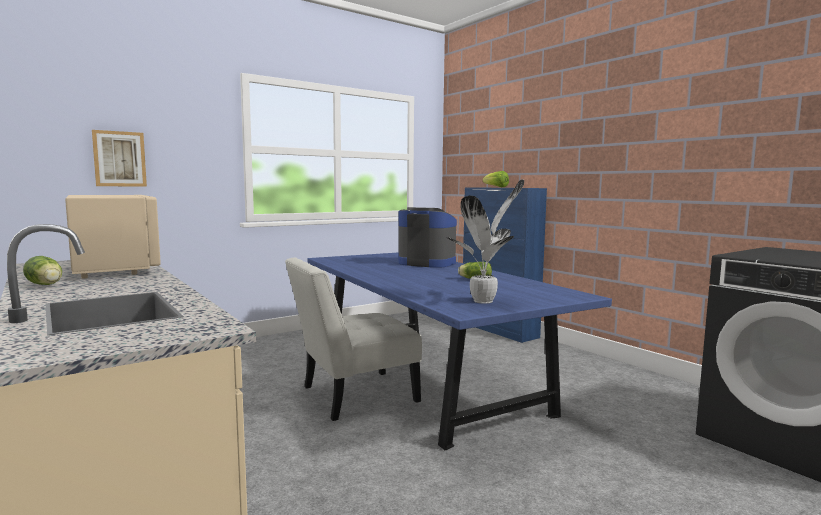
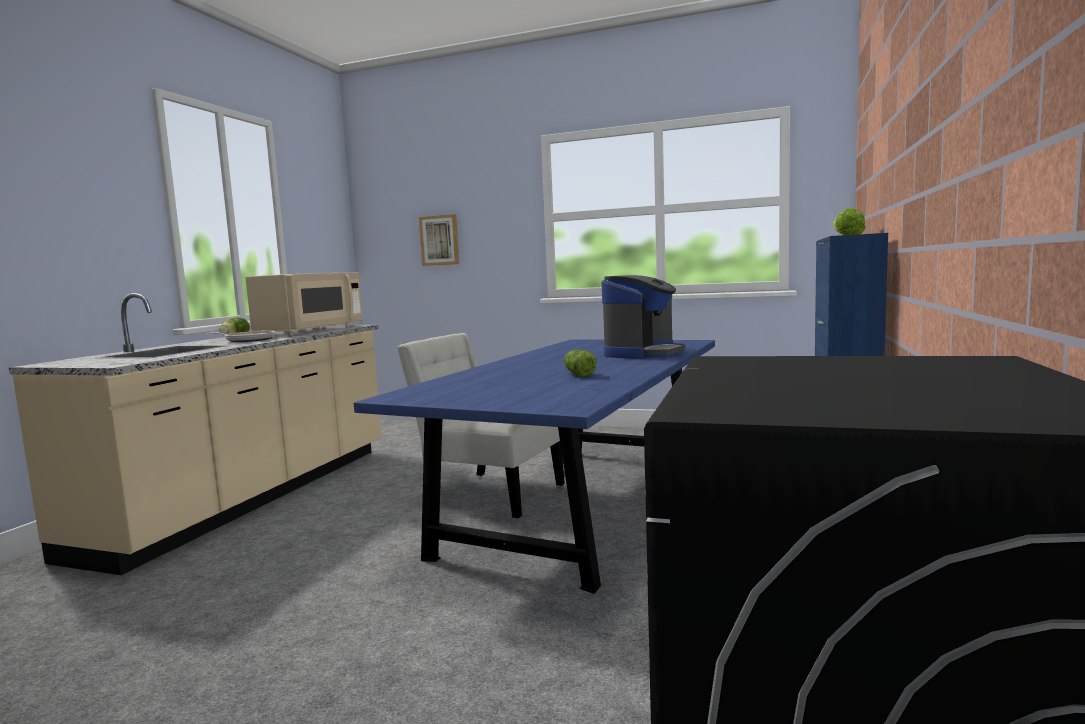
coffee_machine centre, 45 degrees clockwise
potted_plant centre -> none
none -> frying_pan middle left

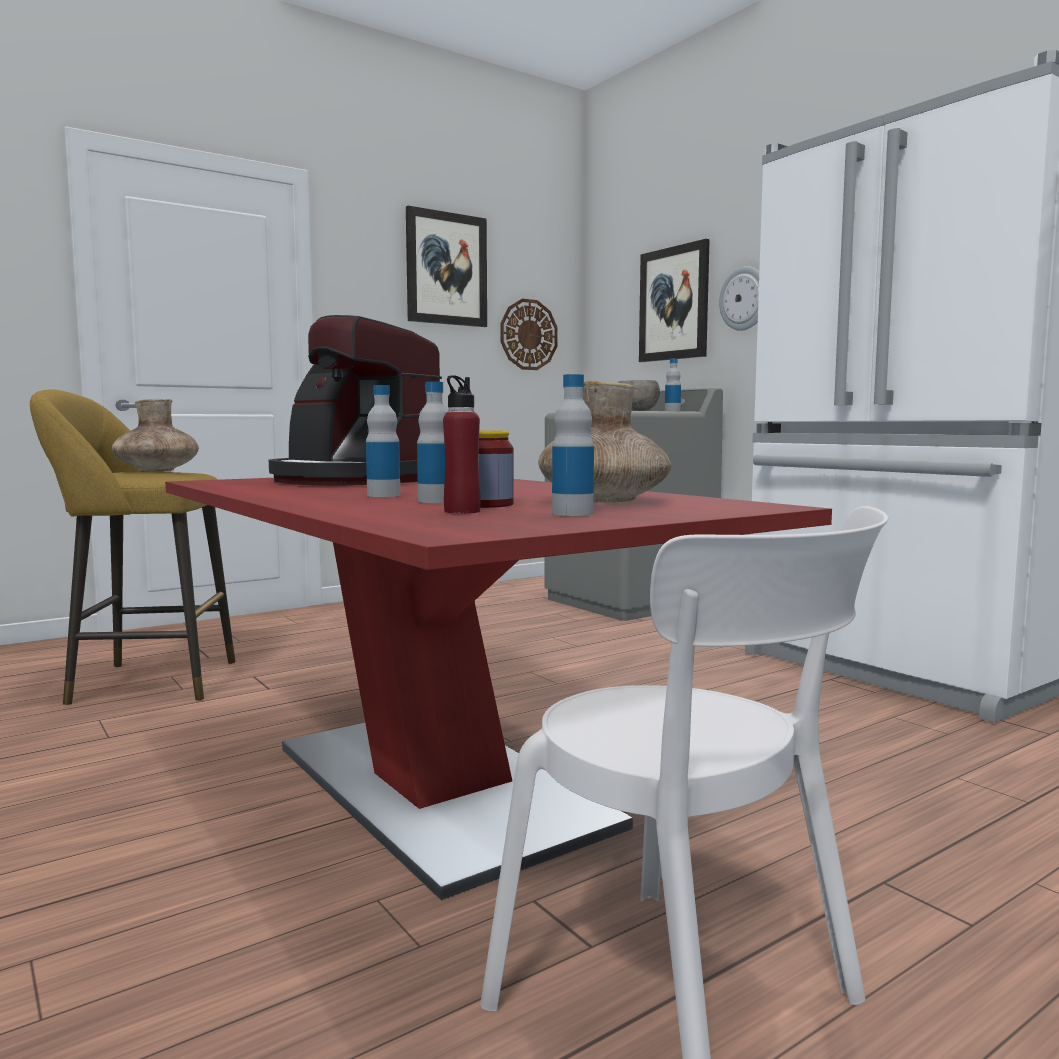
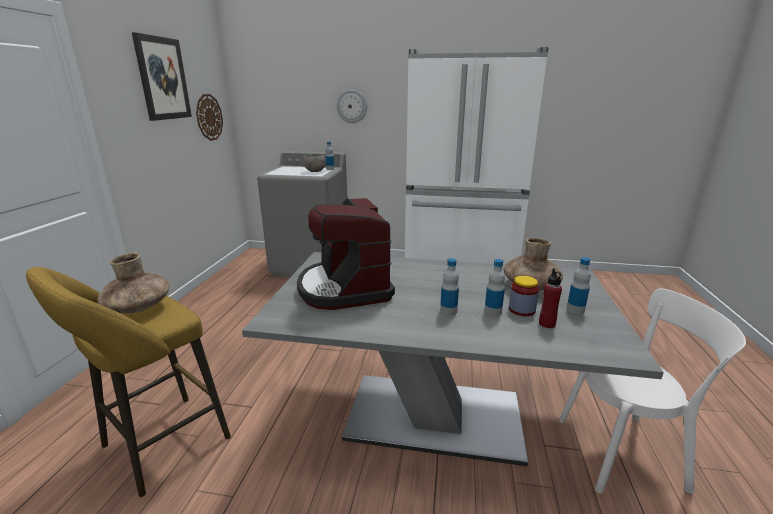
red_dining_table centre -> grey_dining_table bottom centre
coffee_machine centre, 75 degrees clockwise
picture (no. 2 from left) top centre -> none

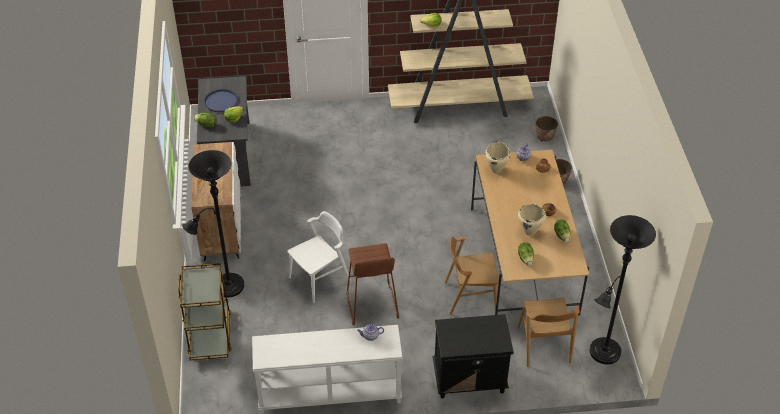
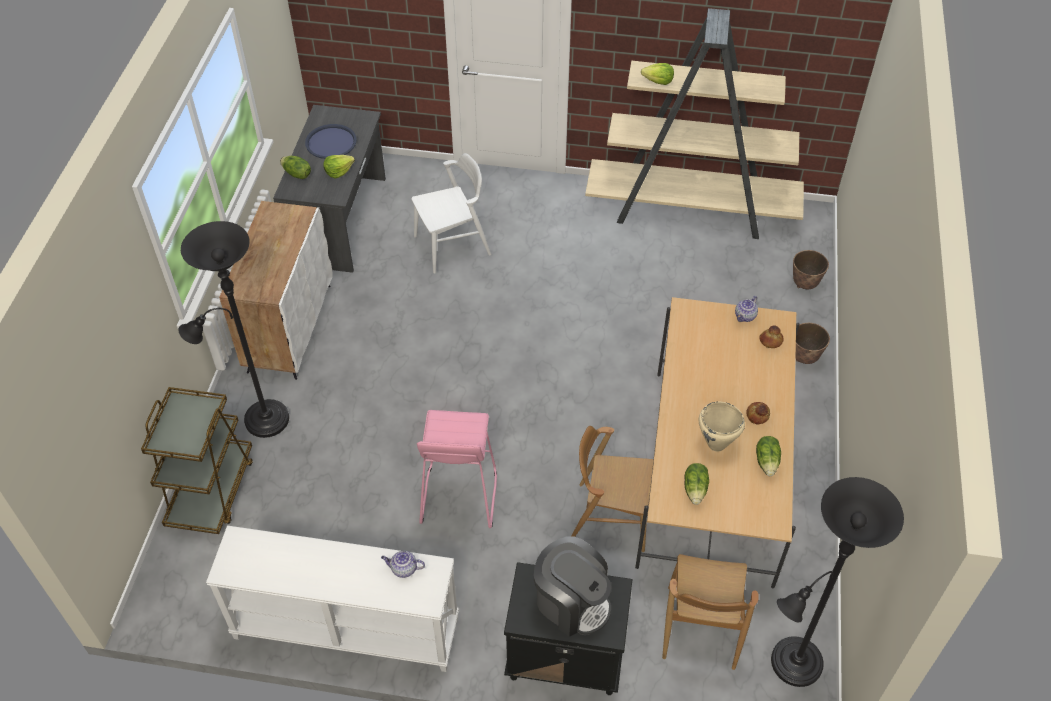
white_chair centre -> white_chair top centre, shifted
brown_stool bottom centre -> pink_stool bottom centre
beige_cooking_pot (no. 1 from left) centre -> none
none -> coffee_machine bottom centre

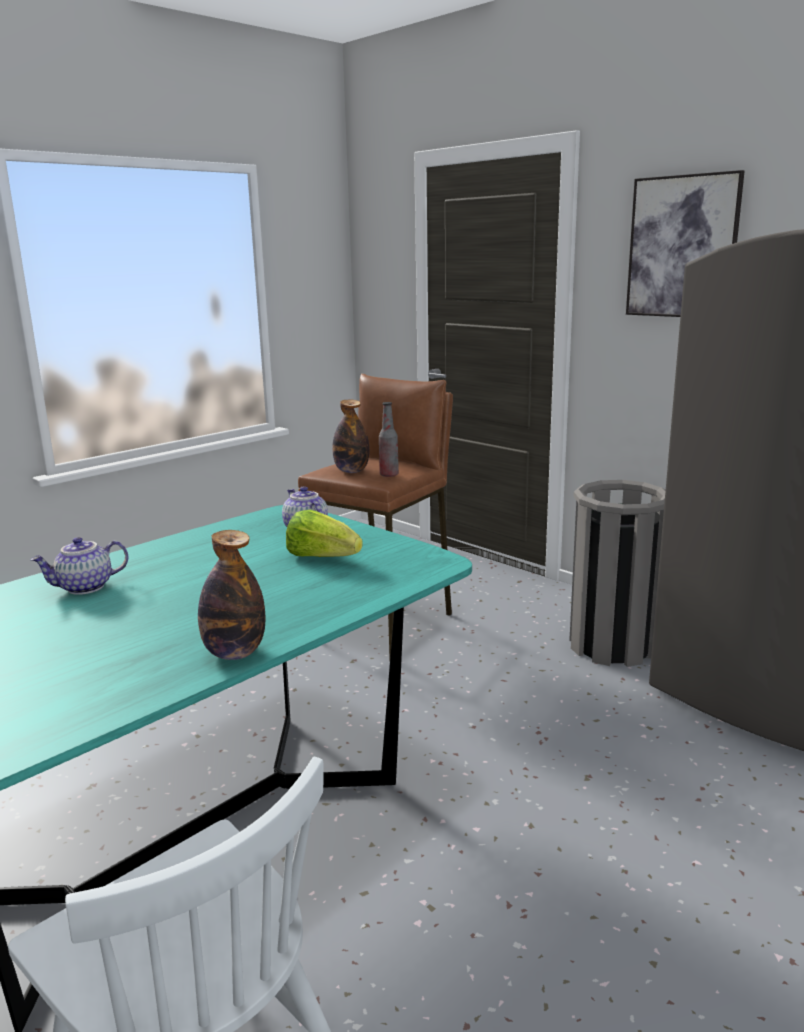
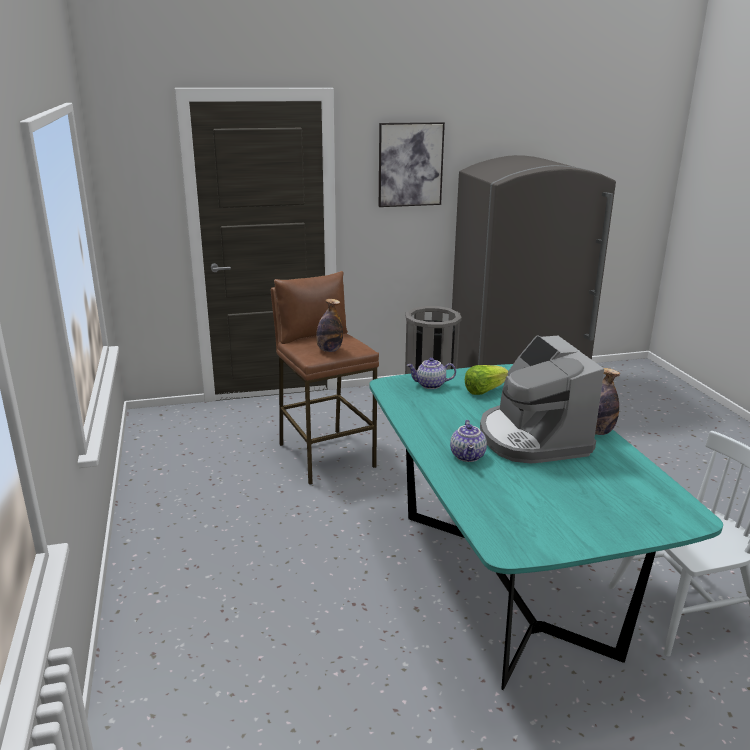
bottle (no. 3 from left) centre -> none
none -> coffee_machine middle right

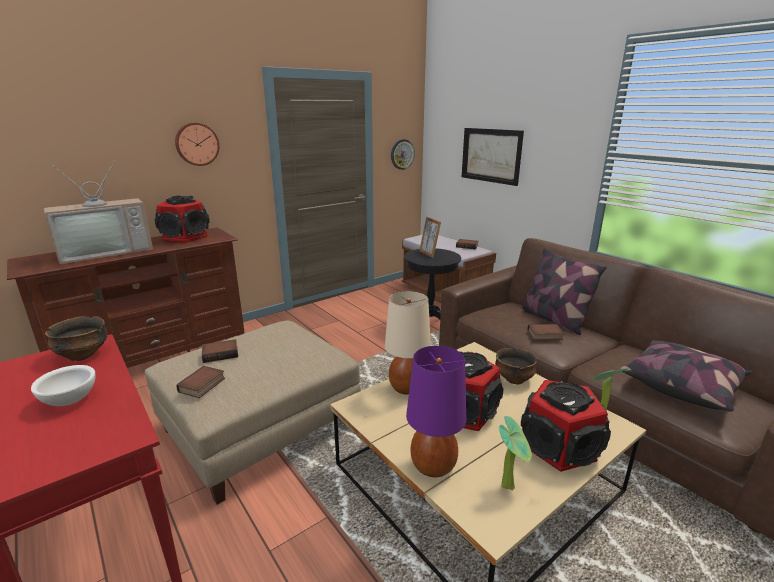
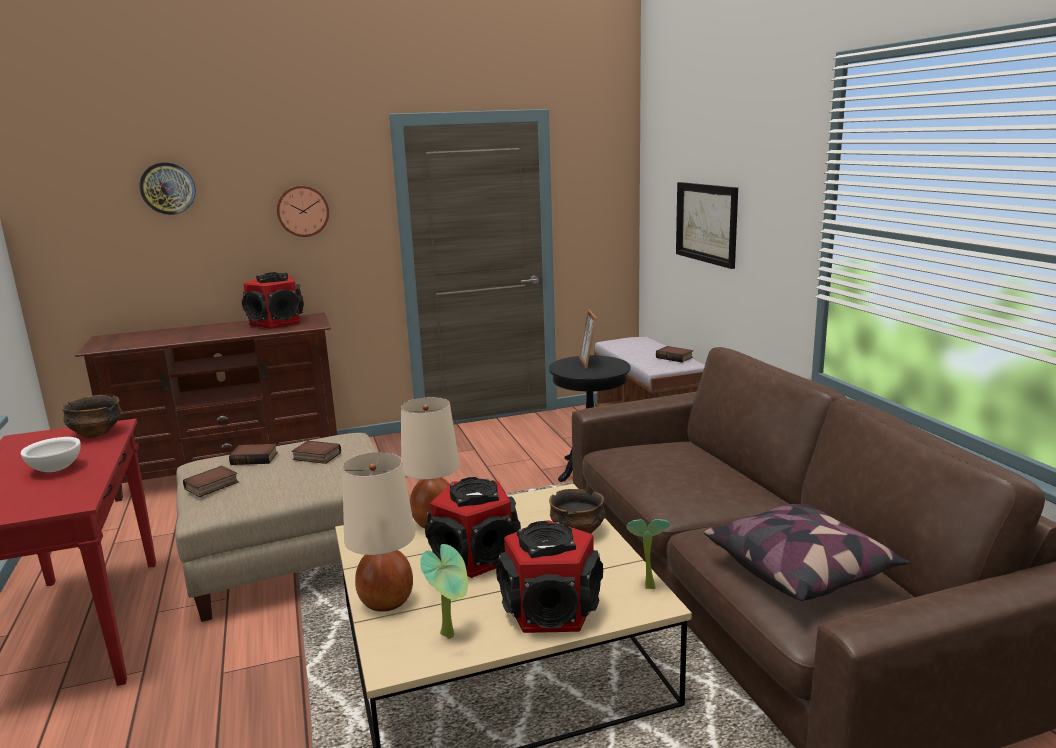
television middle left -> none
wall_clock (no. 2 from left in the first image) top centre -> wall_clock (no. 1 from left) top left, shifted
purple_table_lamp bottom centre -> beige_table_lamp (no. 1 from left) bottom centre
pillow (no. 1 from left) middle right -> none
book (no. 4 from left in the first image) middle right -> book (no. 3 from left) middle left, shifted

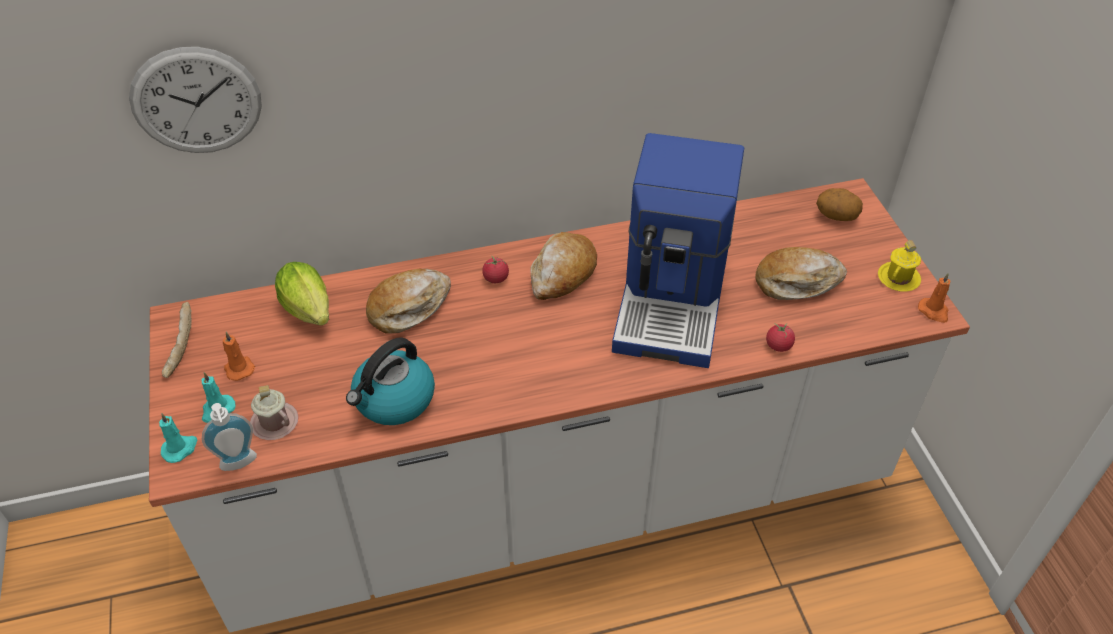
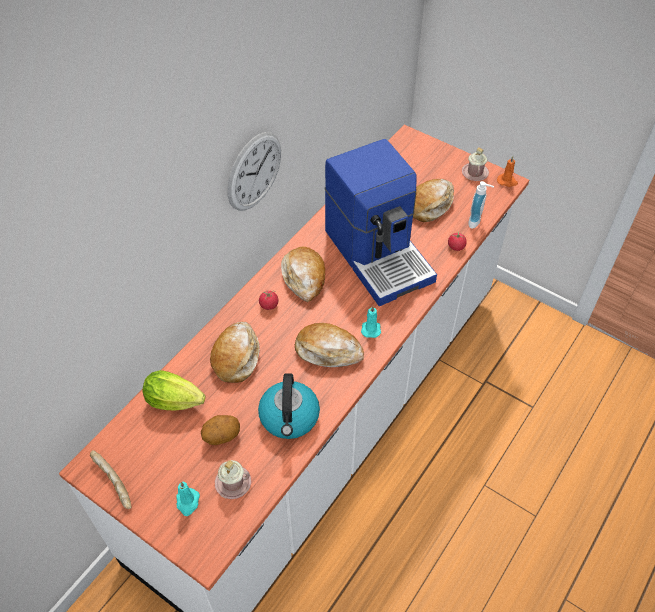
wall_clock top left -> wall_clock top centre, shifted
turquoise_candle (no. 1 from left in the first image) bottom left -> turquoise_candle (no. 2 from left) centre, shifted
soap_dispenser bottom left -> soap_dispenser middle right, shifted
orange_candle (no. 1 from left) middle left -> none
potato top right -> potato bottom centre, shifted
yellow_mug middle right -> pink_mug (no. 2 from left) top right
none -> bread (no. 4 from left) centre

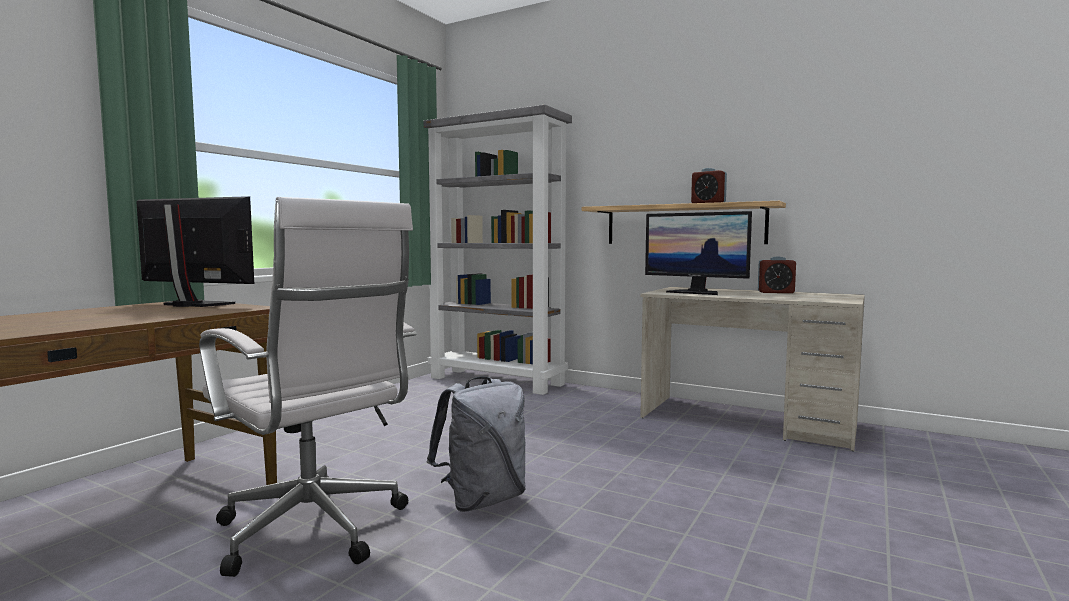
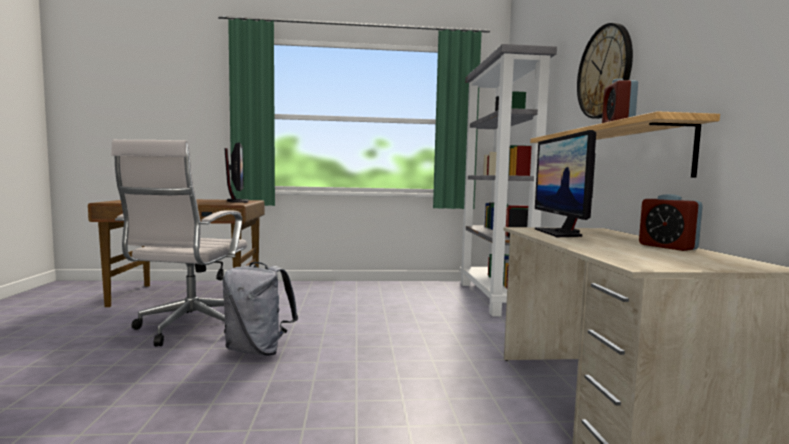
none -> wall_clock top right

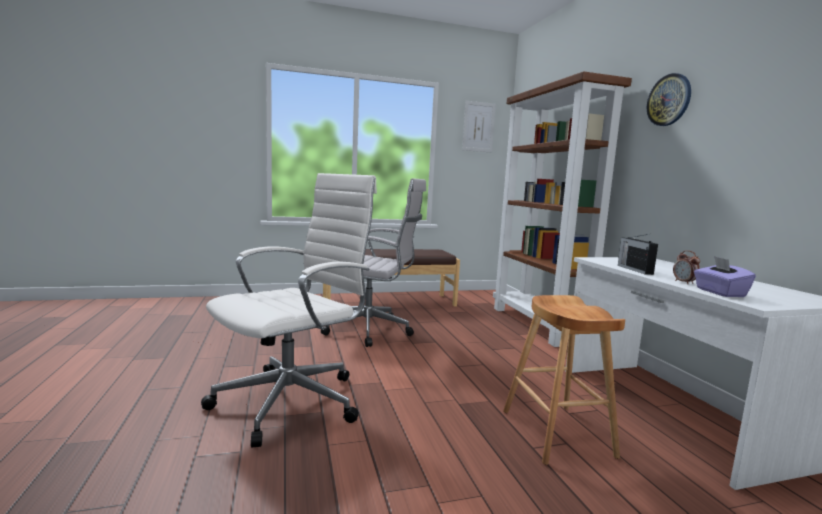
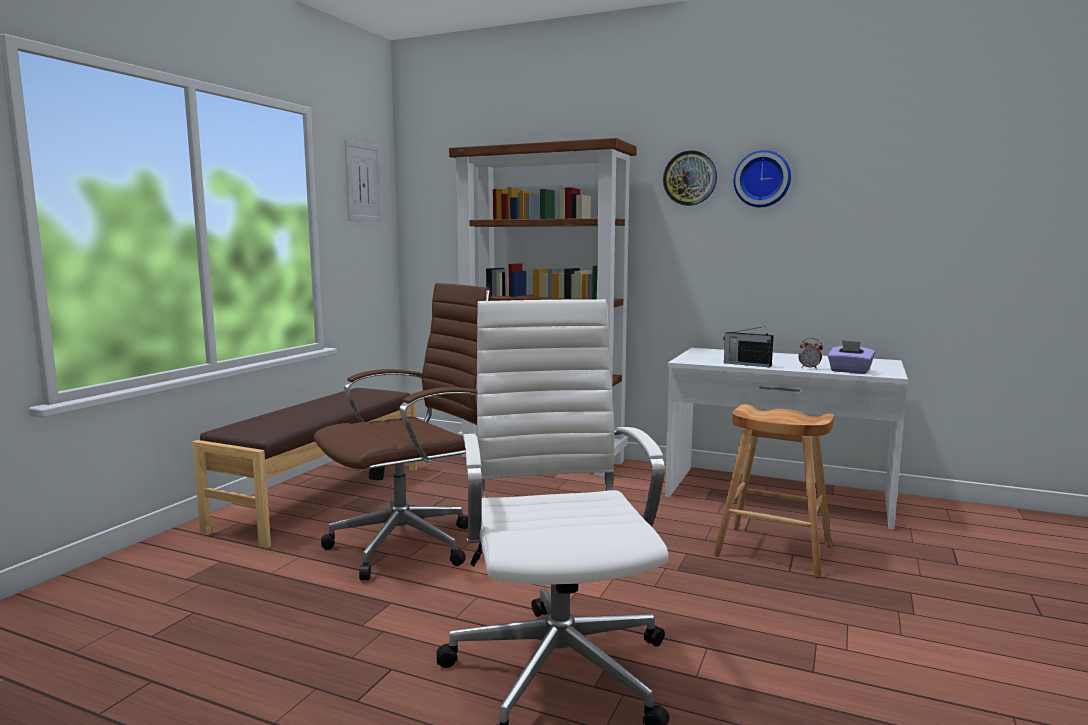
white_office_chair (no. 2 from left) centre -> brown_office_chair centre
none -> wall_clock (no. 2 from left) top right

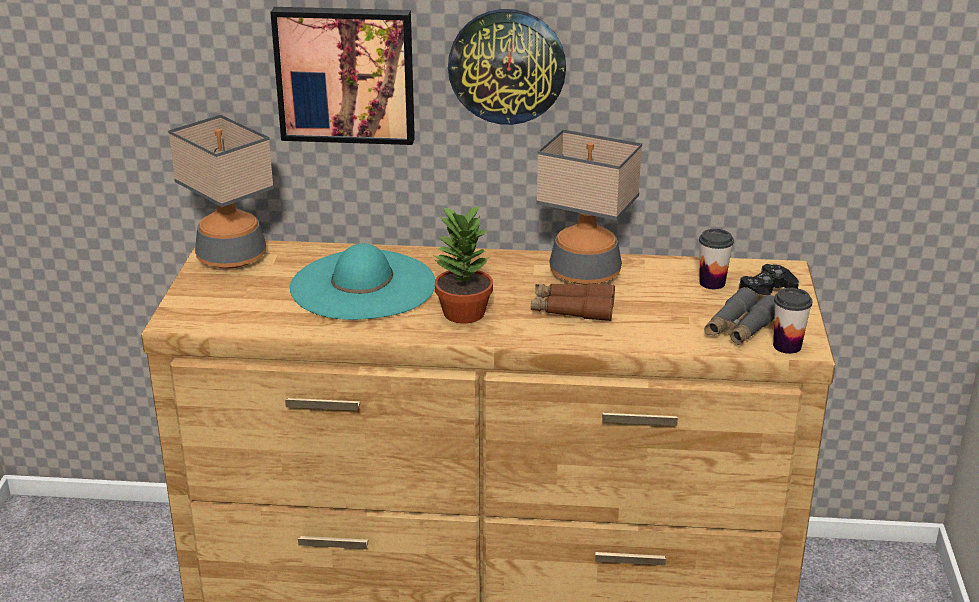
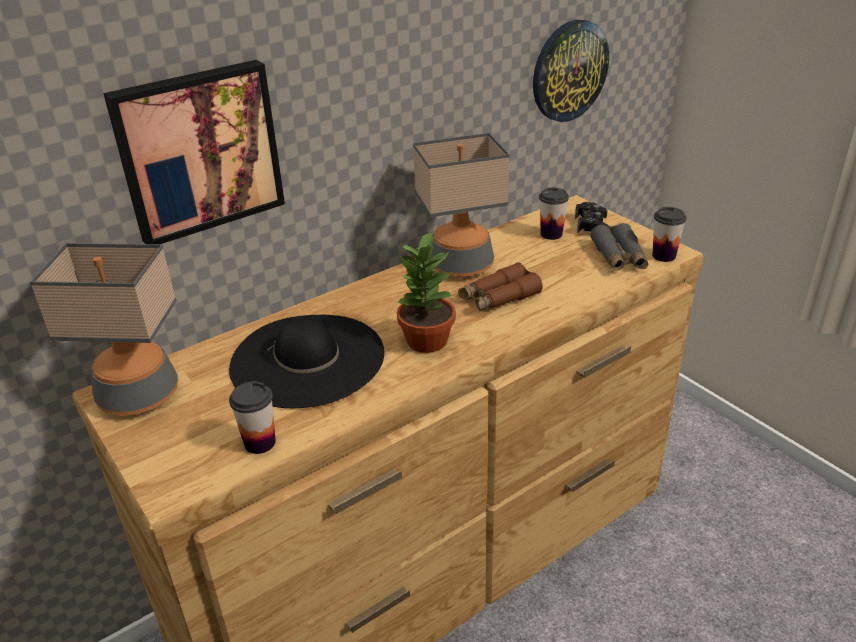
turquoise_hat centre -> black_hat centre
wall_clock top centre -> wall_clock top right, shifted
none -> cup (no. 1 from left) middle left

